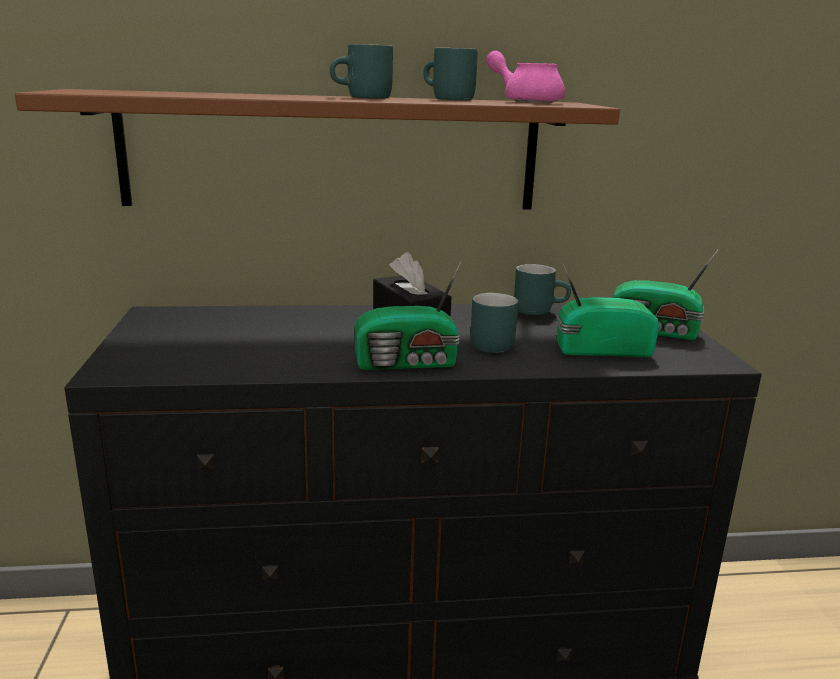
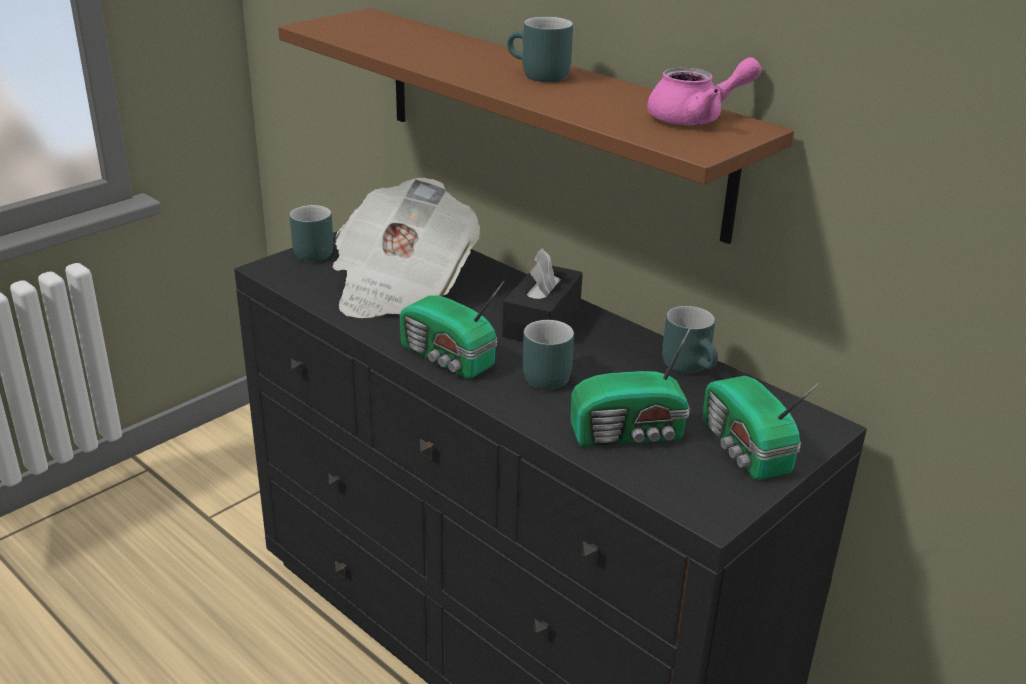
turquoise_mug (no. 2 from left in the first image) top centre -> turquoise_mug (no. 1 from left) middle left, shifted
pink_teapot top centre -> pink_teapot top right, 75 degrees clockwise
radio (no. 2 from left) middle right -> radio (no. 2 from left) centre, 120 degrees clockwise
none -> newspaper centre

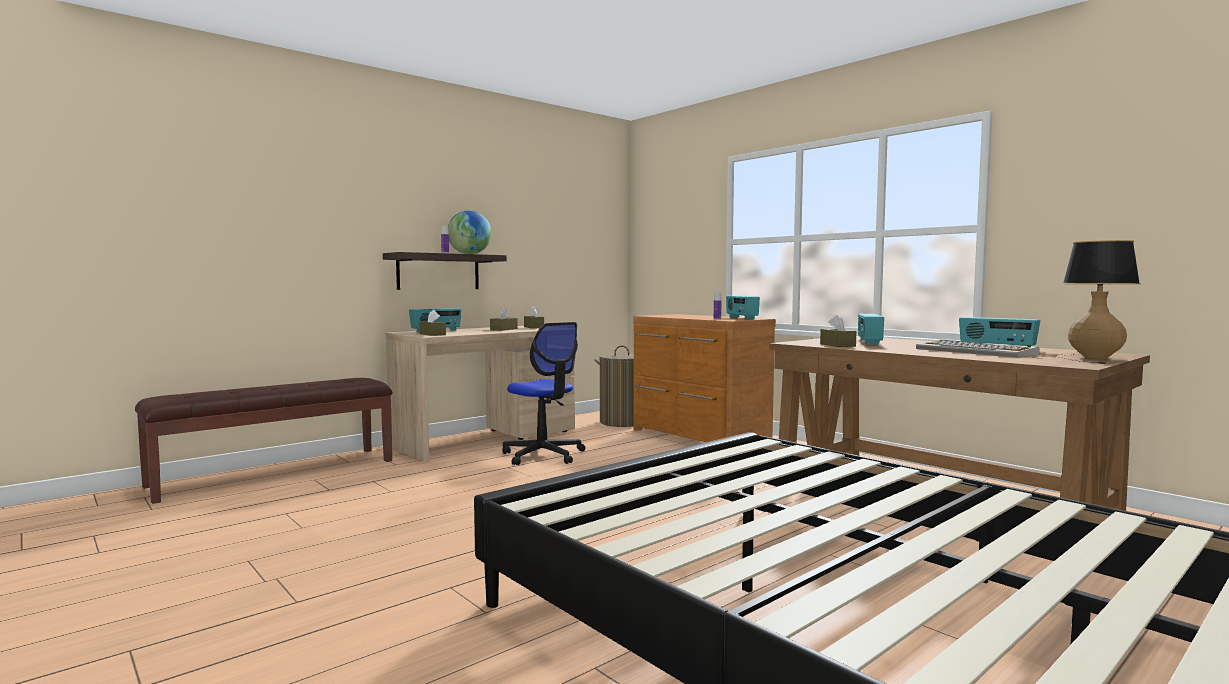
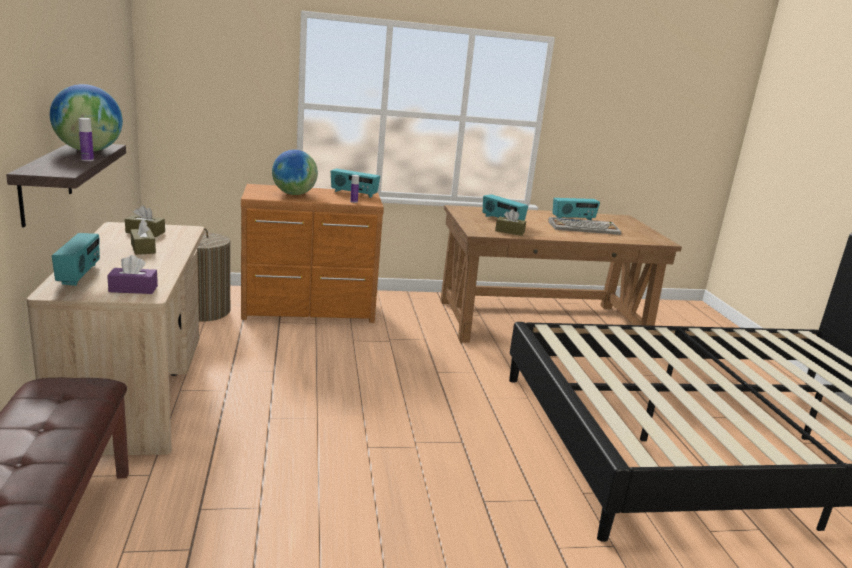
brown_tissue_box (no. 1 from left) centre -> purple_tissue_box middle left
office_chair centre -> none
table_lamp middle right -> none
none -> globe (no. 2 from left) top centre

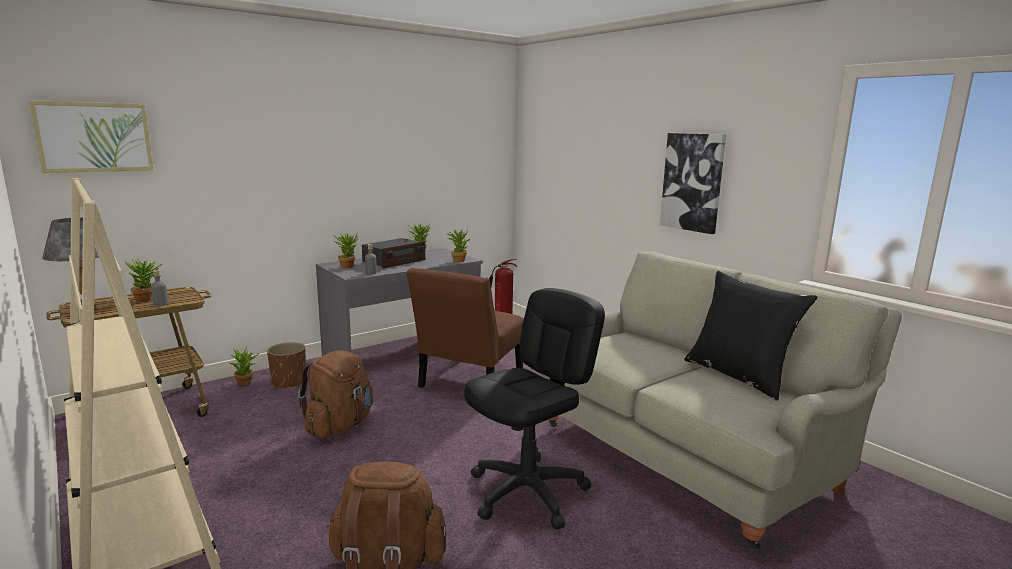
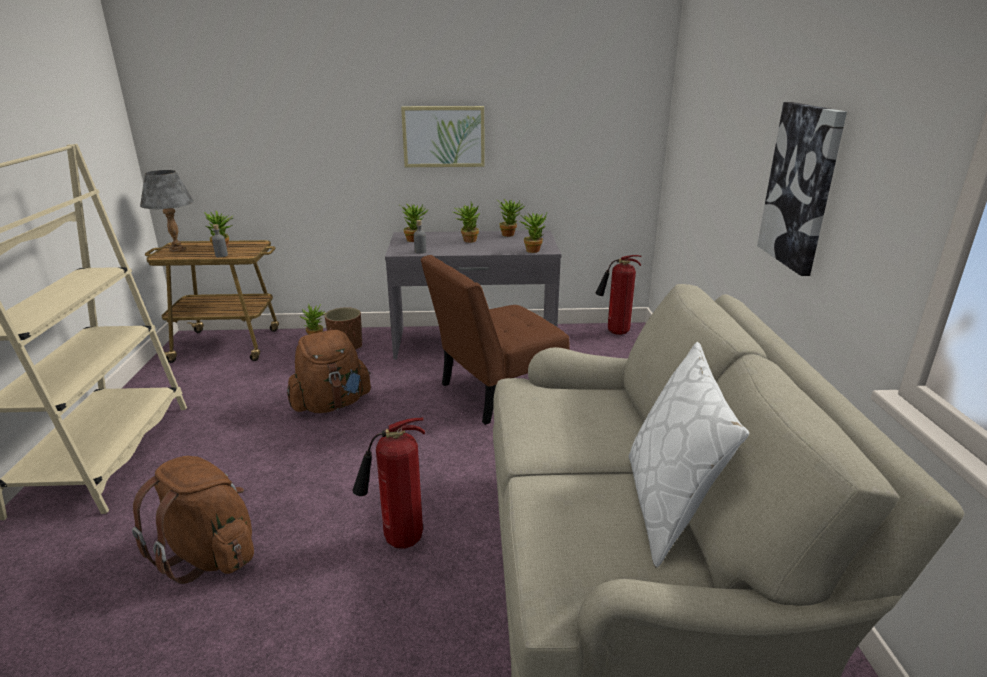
picture (no. 1 from left) top left -> picture (no. 1 from left) top centre, shifted
radio centre -> potted_plant (no. 4 from left) top centre
black_office_chair bottom centre -> fire_extinguisher (no. 1 from left) bottom centre
black_pillow middle right -> white_pillow bottom right

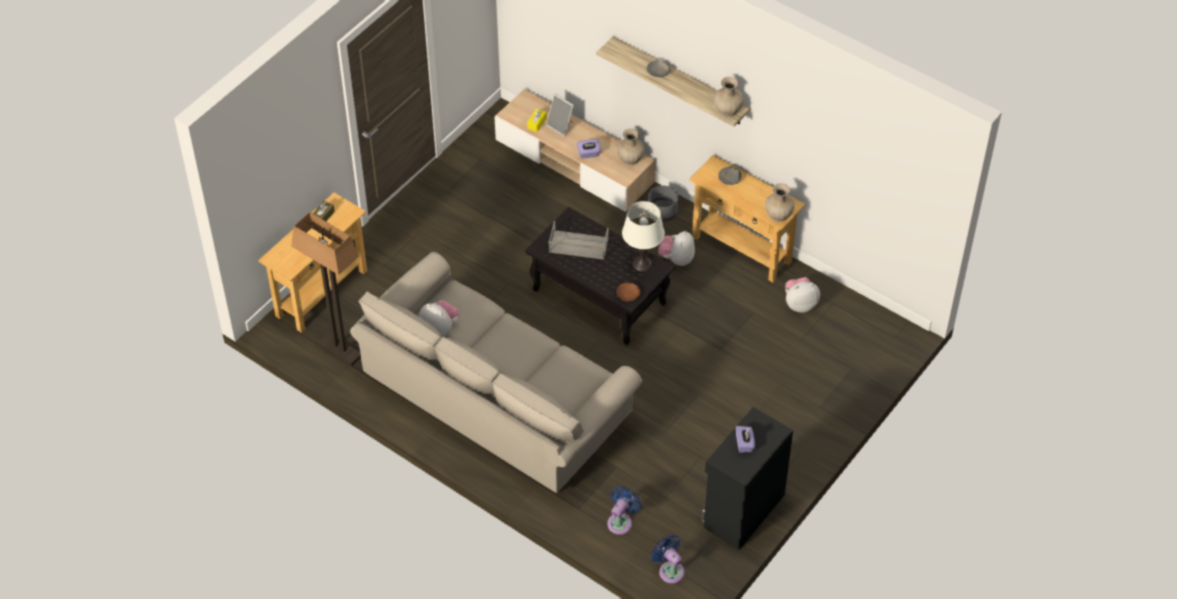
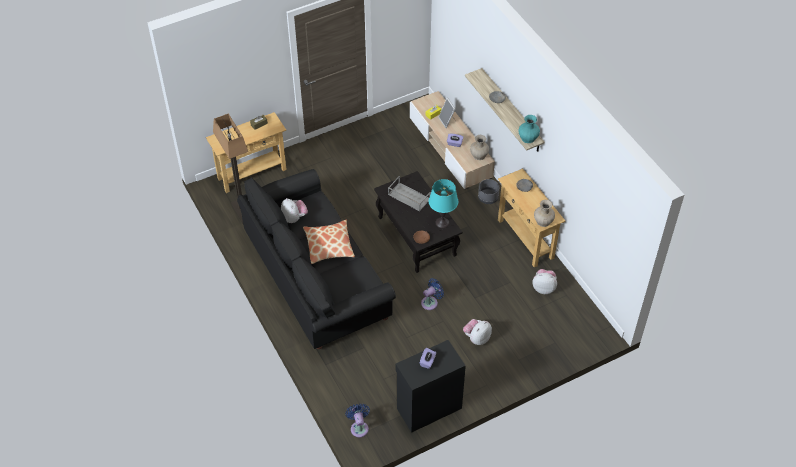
beige_sofa centre -> black_sofa centre
blue_fan (no. 1 from left in the first image) bottom centre -> blue_fan (no. 2 from left) centre, shifted
white_table_lamp centre -> turquoise_table_lamp centre
plush_toy (no. 2 from left) centre -> plush_toy (no. 2 from left) bottom centre, shifted
beige_vase (no. 2 from left) top centre -> turquoise_vase top centre
none -> pillow centre

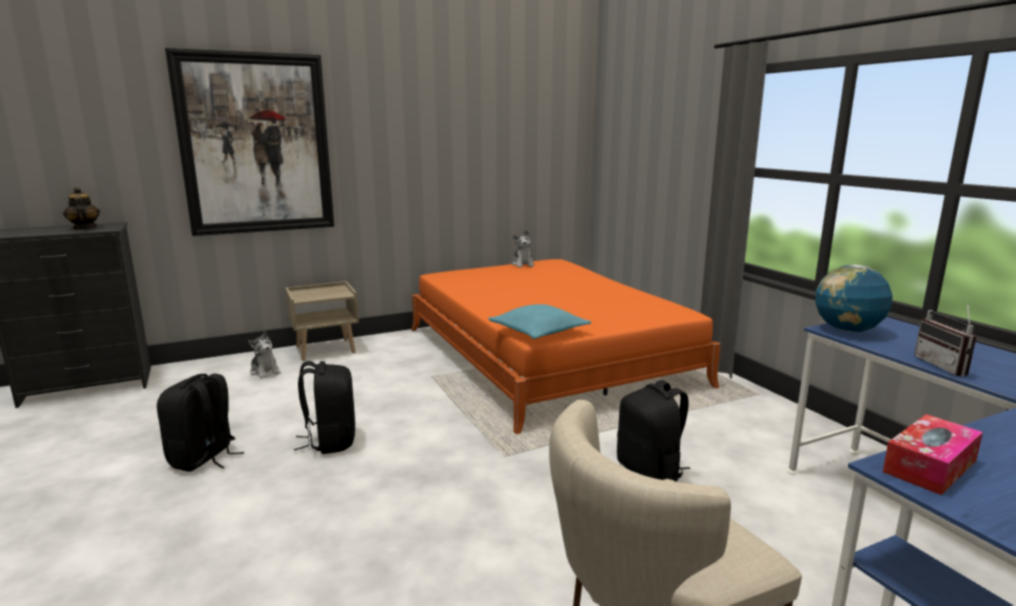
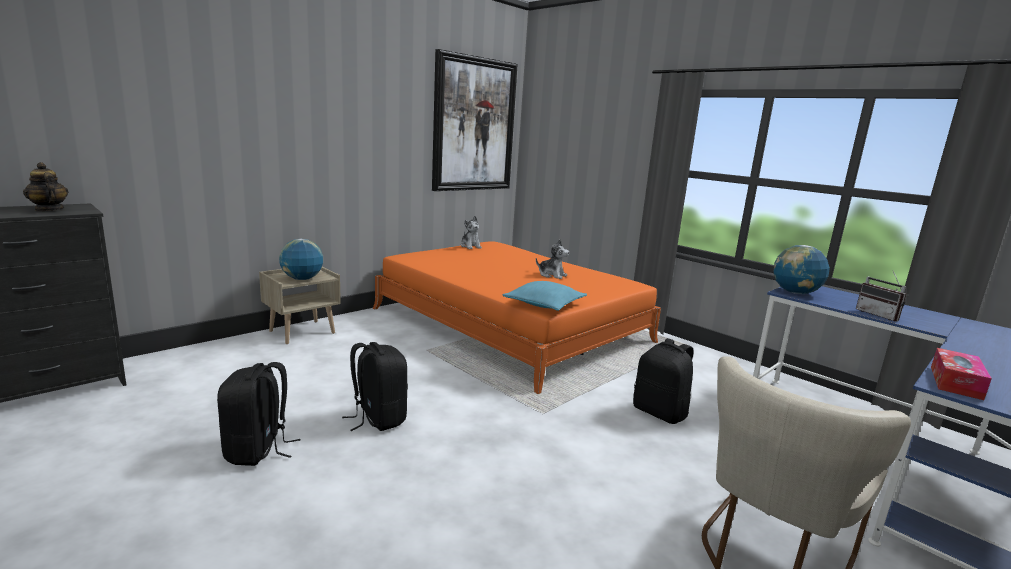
picture top left -> picture top centre, shifted
plush_toy (no. 1 from left in the first image) middle left -> plush_toy (no. 2 from left) centre, shifted
none -> globe (no. 1 from left) middle left

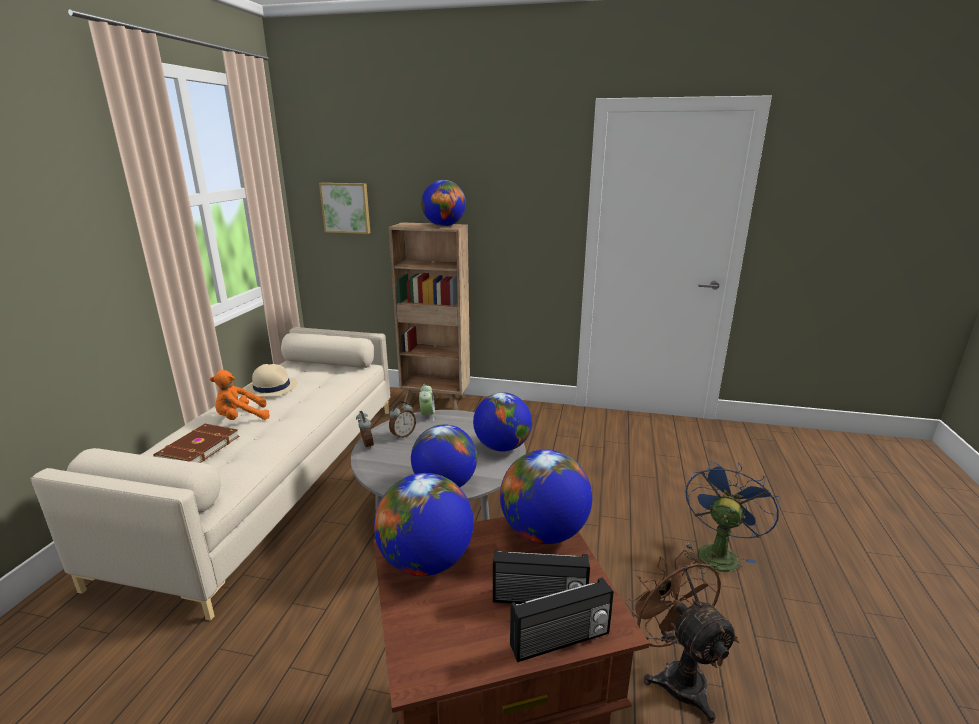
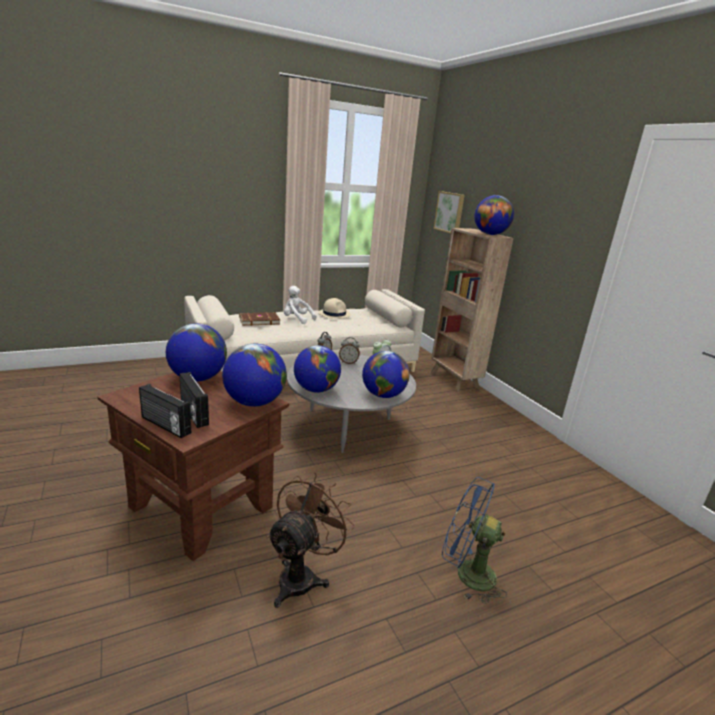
orange_plush_toy middle left -> white_plush_toy centre
blue_fan bottom right -> blue_fan bottom centre, 150 degrees counterclockwise

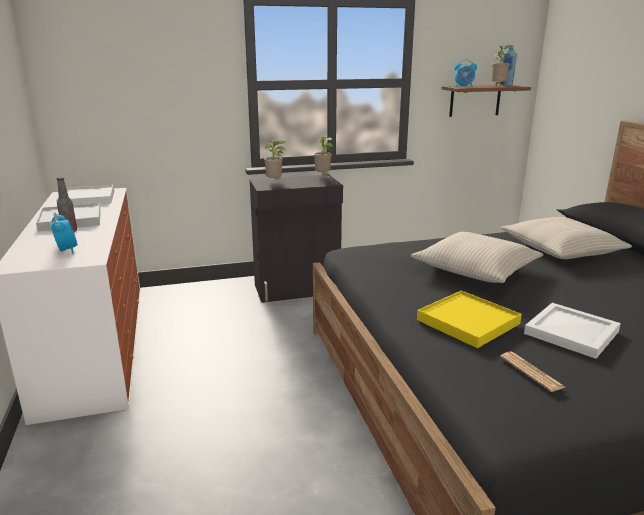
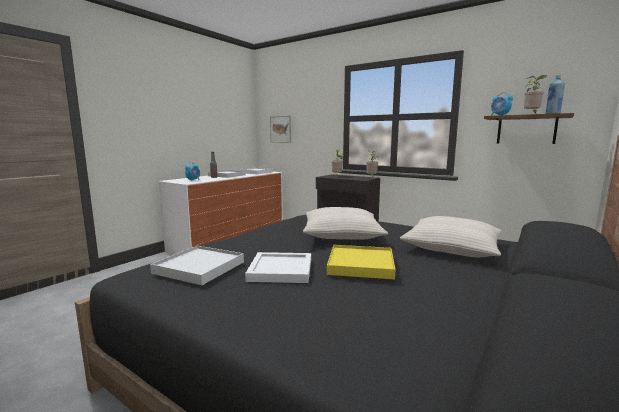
yellow_tray middle right -> yellow_tray centre, shifted
newspaper bottom right -> white_tray (no. 1 from left) middle left
none -> picture top centre

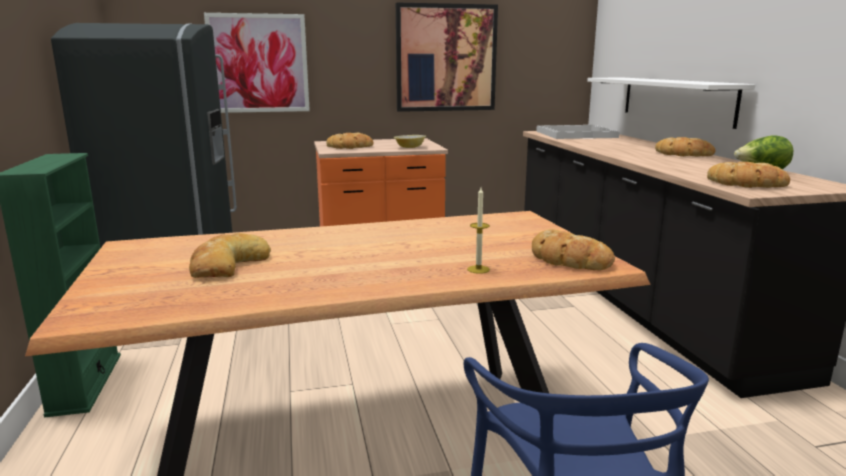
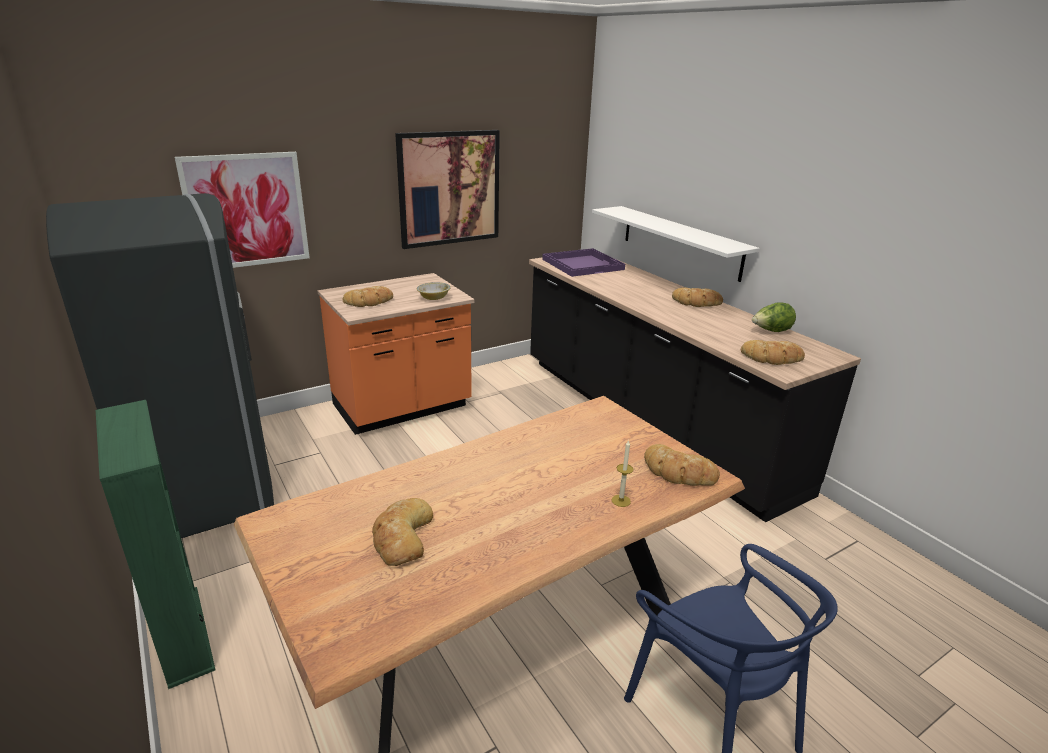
white_tray top right -> purple_tray centre

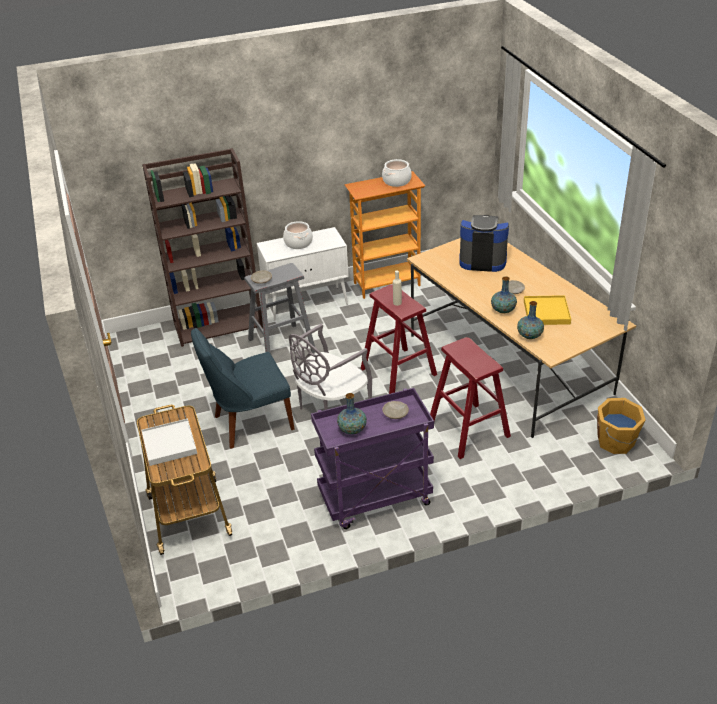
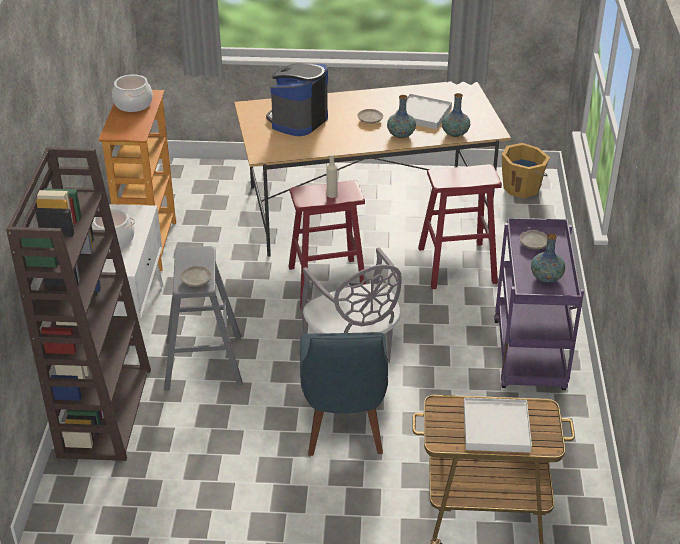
yellow_tray middle right -> white_tray (no. 1 from left) top centre

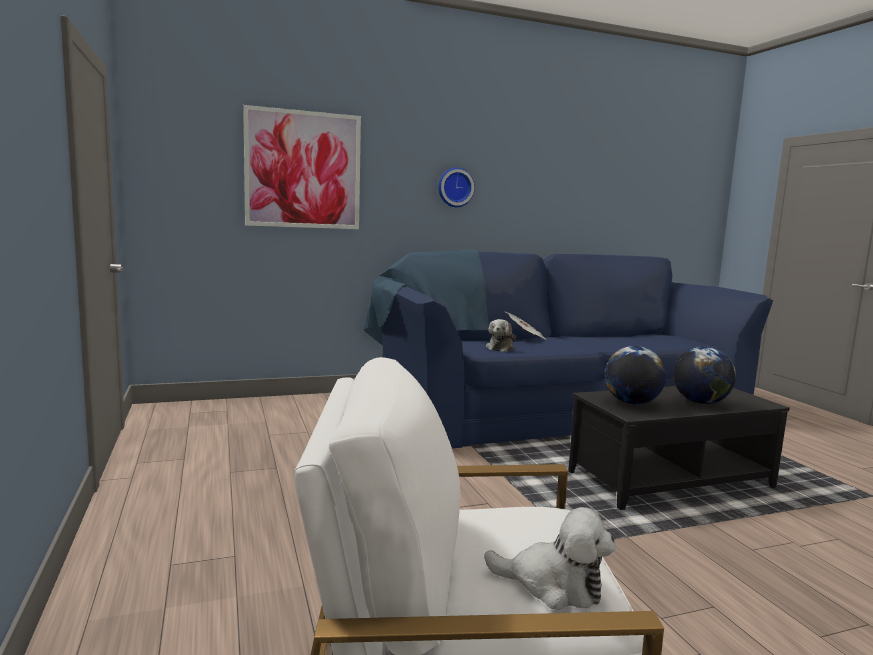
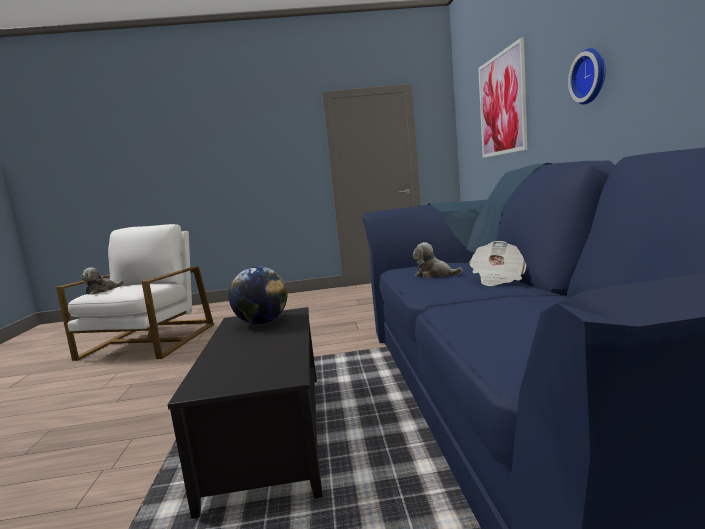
globe (no. 2 from left) middle right -> none

